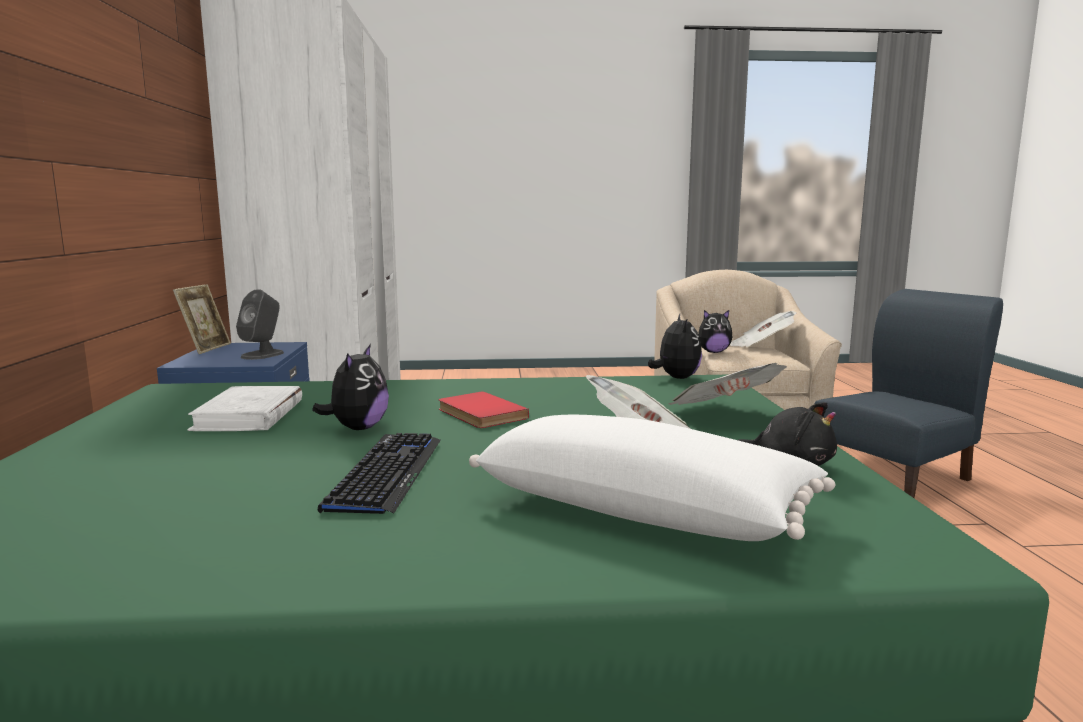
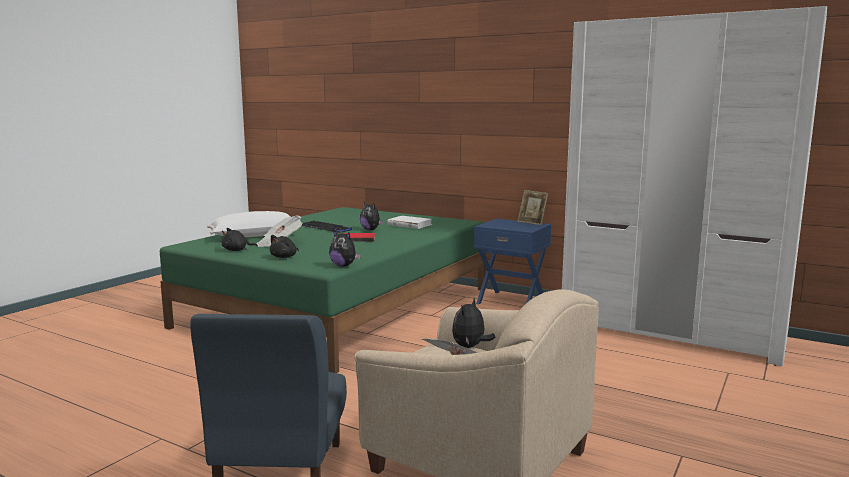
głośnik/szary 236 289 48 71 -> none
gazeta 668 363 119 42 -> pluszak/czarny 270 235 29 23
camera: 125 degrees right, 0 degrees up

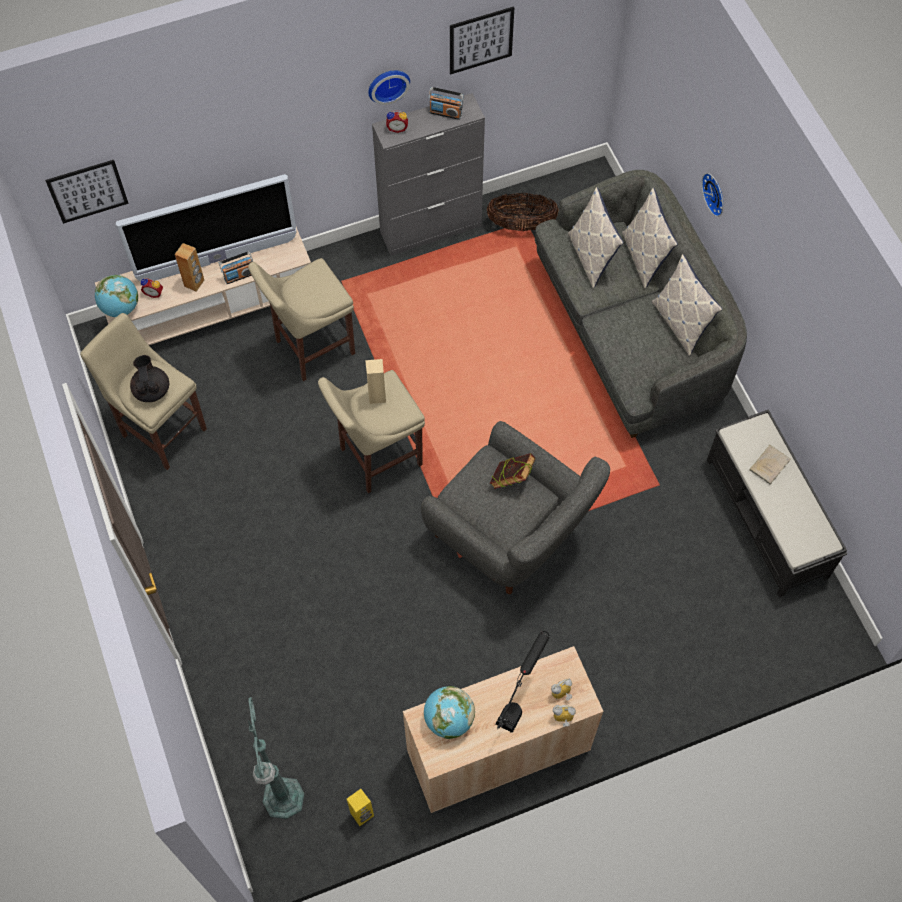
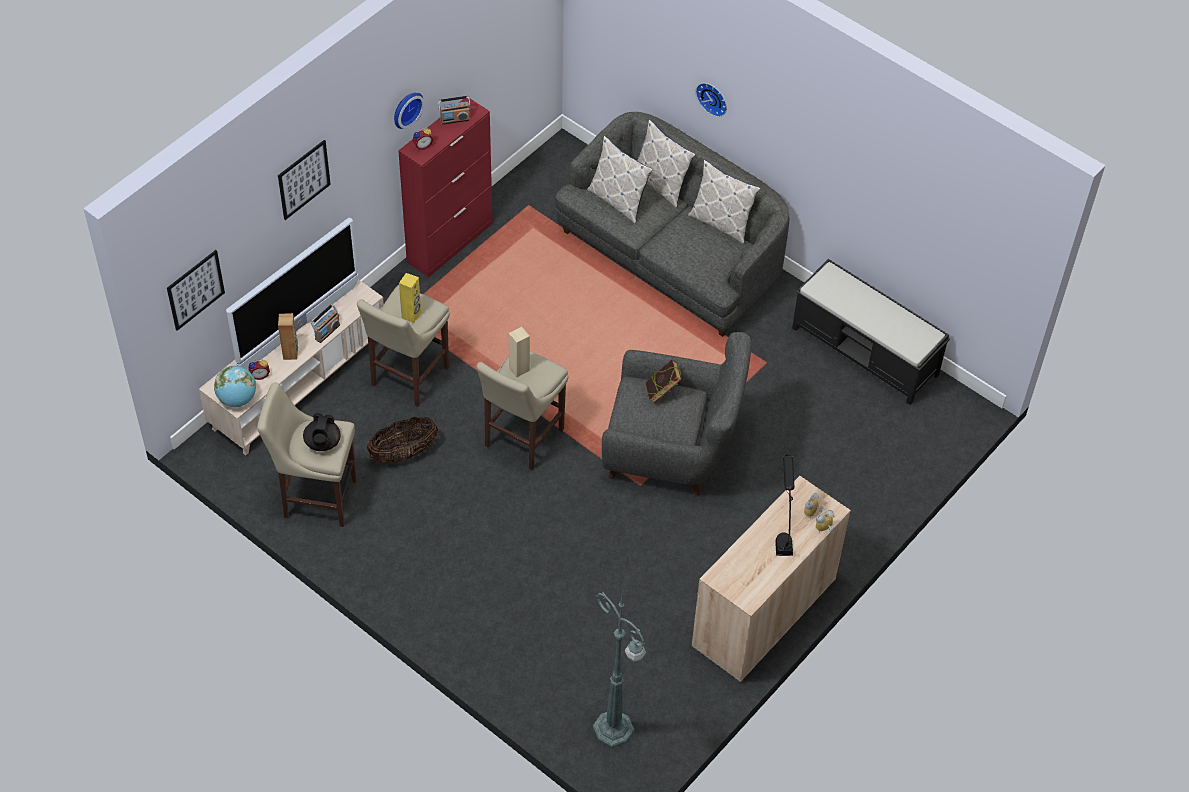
imbryk/czarny 130 355 39 47 -> imbryk/czarny 303 413 38 38, 135 degrees counterclockwise
głośnik/żółty 347 789 27 37 -> głośnik/żółty 399 273 22 50, move
szafka/szary 372 93 113 163 -> szafka/czerwony 398 98 95 180
globus 424 686 51 53 -> none
obraz 450 6 64 69 -> obraz 278 140 53 80, move
koszyk 487 193 72 38 -> koszyk 367 417 71 46, move
książka/beżowy 750 445 40 40 -> none
camera: 30 degrees left, 10 degrees down

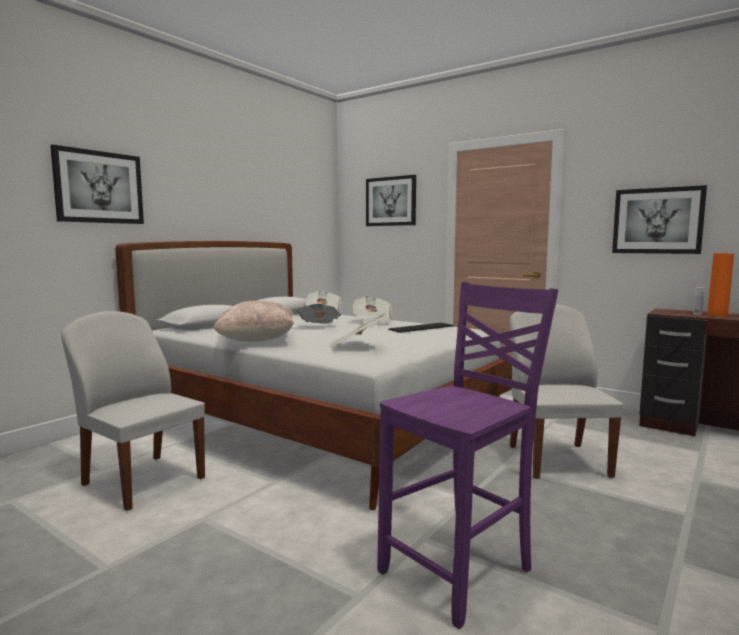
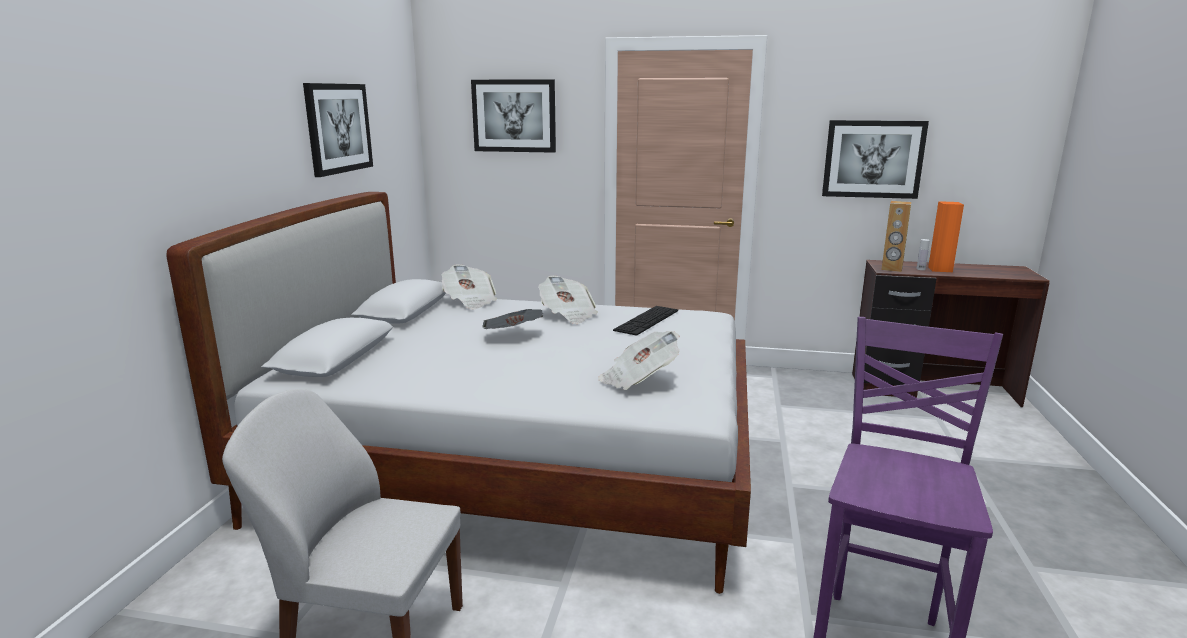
obraz 50 145 94 79 -> obraz 303 83 70 94, move
poduszka/beżowy 213 301 81 41 -> none
krzesło/biały 510 304 113 175 -> none
none -> głośnik/brązowy 881 201 30 71
camera: 25 degrees left, 10 degrees up

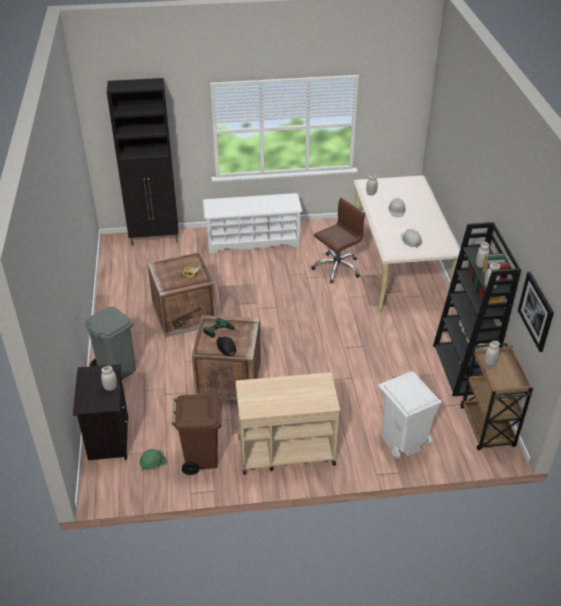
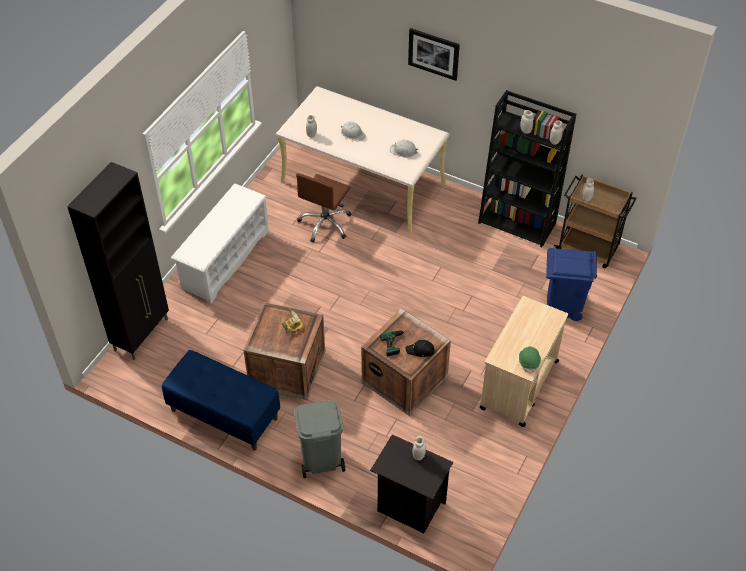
kask/zielony 139 449 28 23 -> kask/zielony 519 347 22 26, move
kosz na śmieci/brązowy 172 394 49 81 -> none
krzesło biurowe/brązowy 311 198 54 86 -> krzesło biurowe/brązowy 296 173 55 70, 150 degrees counterclockwise
kosz na śmieci/biały 378 371 64 88 -> kosz na śmieci/niebieski 546 248 51 73
obraz 518 272 36 80 -> obraz 408 28 52 53, move
none -> ławka/niebieski 162 350 118 101
camera: 55 degrees left, 10 degrees up

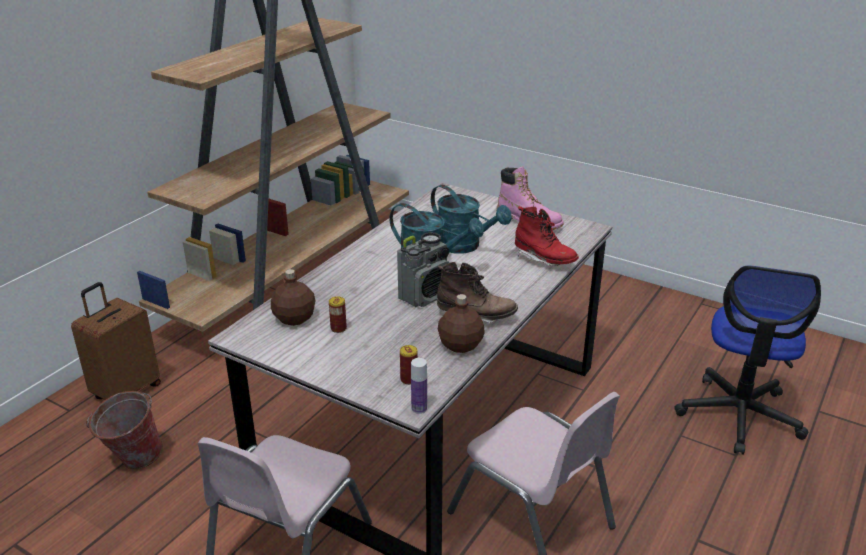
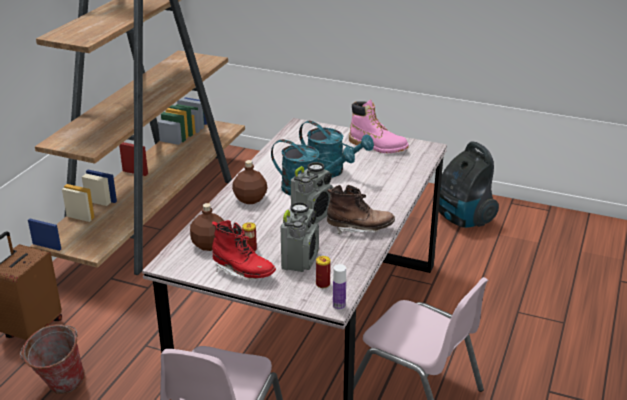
butelka/brązowy 438 294 47 59 -> butelka/brązowy 232 160 36 44, move
but z cholewką/czerwony 515 206 64 60 -> but z cholewką/czerwony 212 220 64 60, move
krzesło biurowe 674 265 147 190 -> none
none -> radio 281 202 38 70
none -> odkurzacz 439 141 60 87
camera: 10 degrees left, 0 degrees up

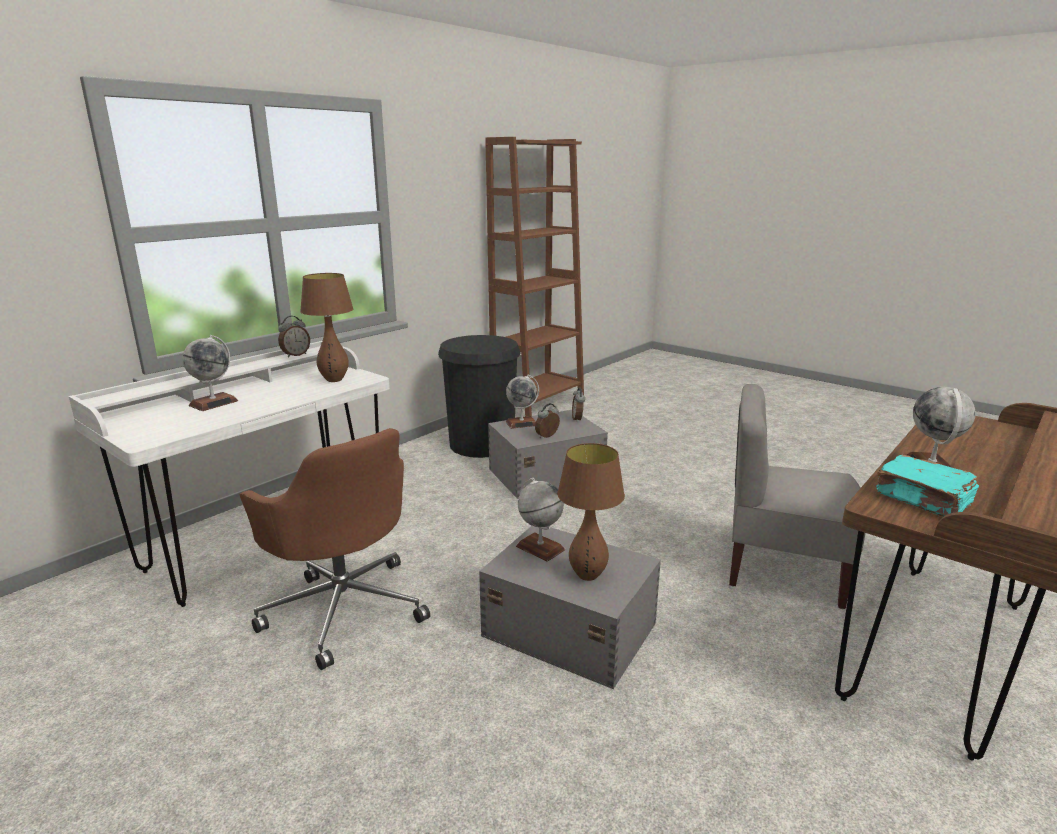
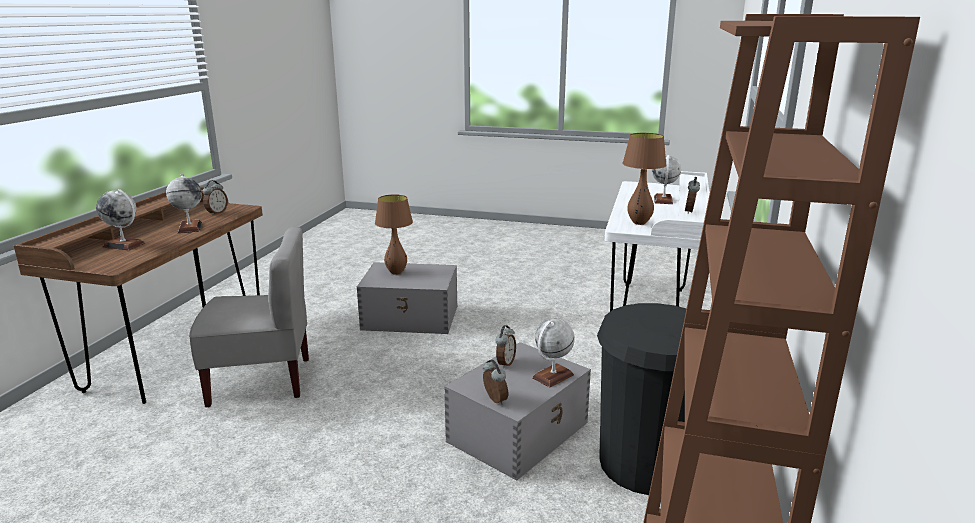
krzesło biurowe/brązowy 240 428 190 242 -> none
globus 516 478 49 83 -> globus 96 189 49 61, move
książka/turkusowy 876 455 103 62 -> budzik 203 180 25 35
camera: 155 degrees right, 0 degrees up

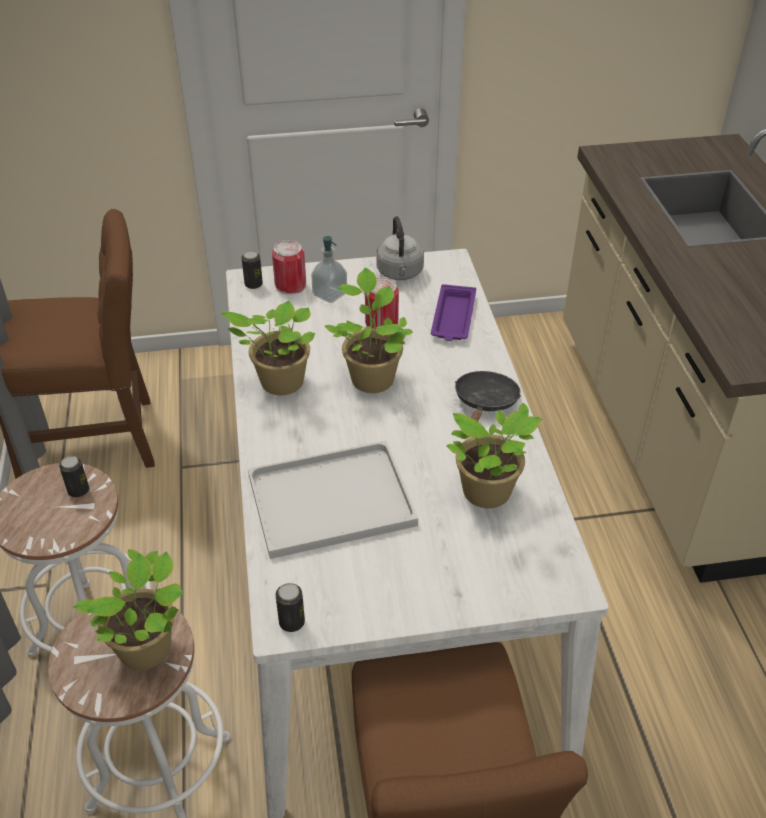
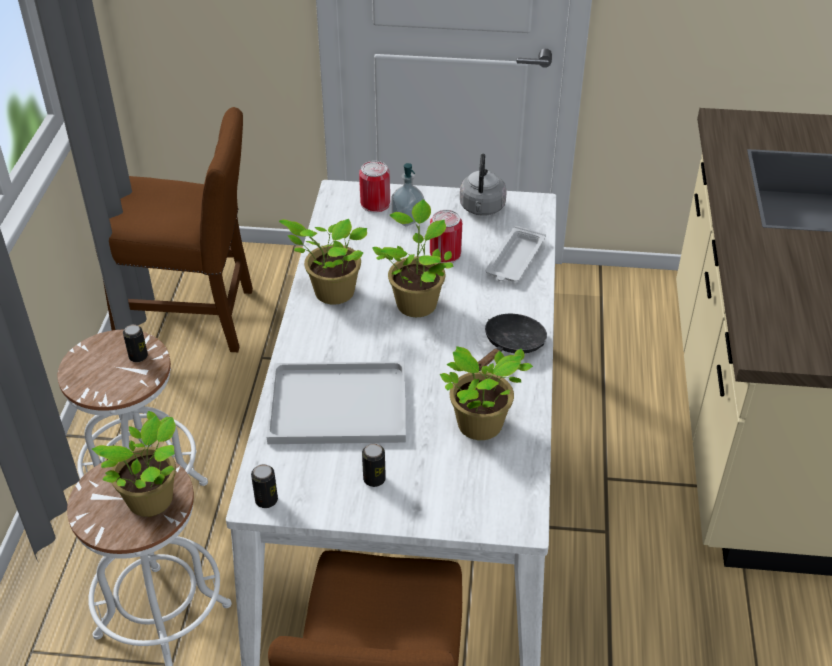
puszka 241 251 22 38 -> puszka 362 443 24 44, move
taca/fioletowy 431 284 45 57 -> taca/biały 486 226 60 56
camera: 15 degrees right, 0 degrees up

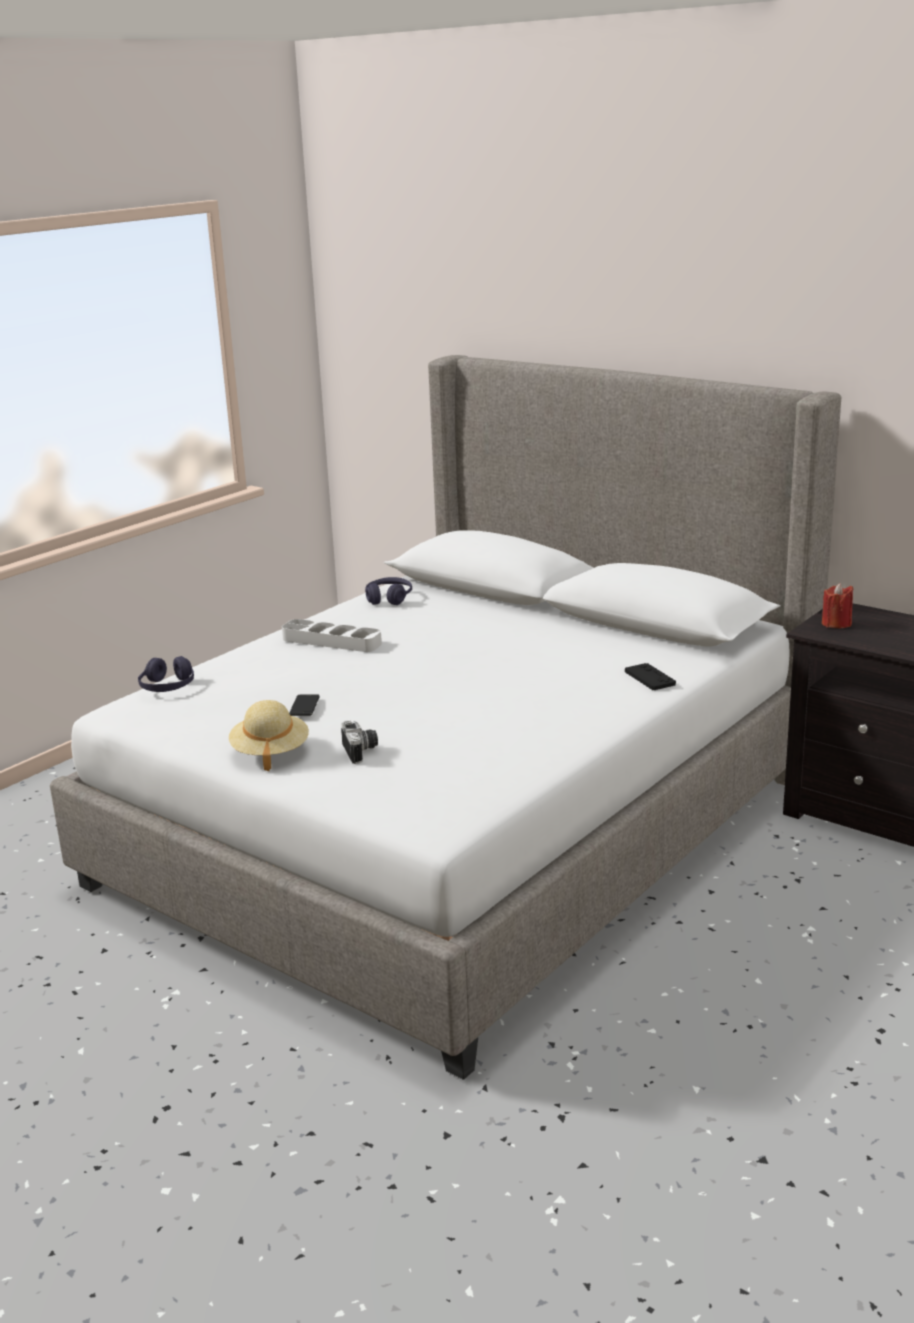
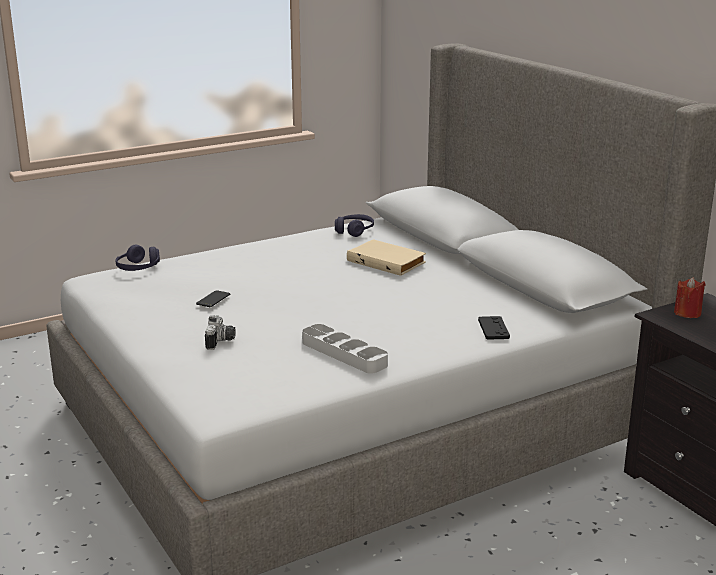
kapelusz/beżowy 229 700 80 71 -> none
taca/szary 282 619 100 33 -> taca/szary 302 324 86 50, move
none -> książka/beżowy 347 239 79 37
camera: 20 degrees right, 0 degrees up

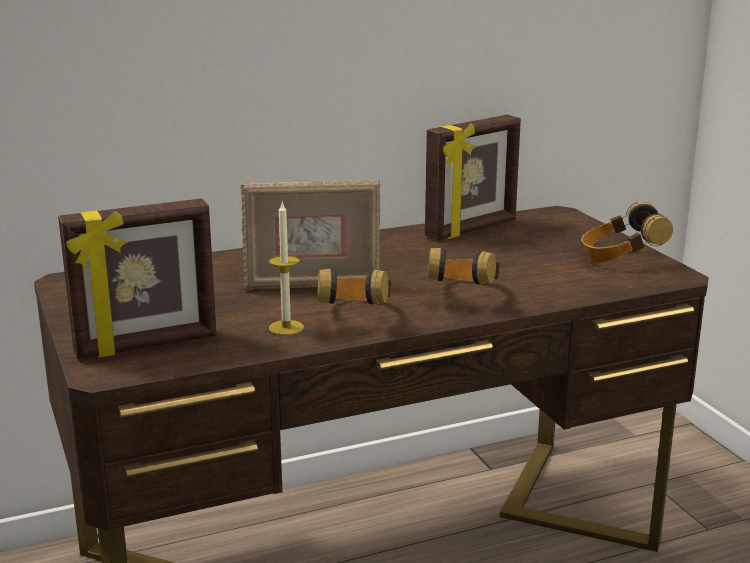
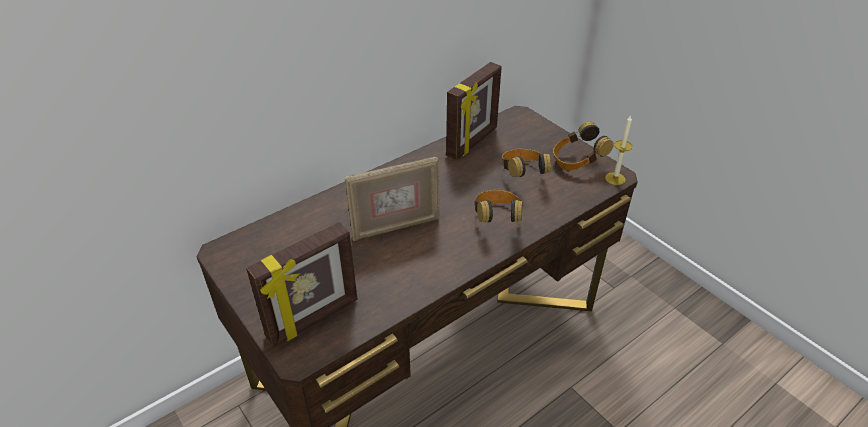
świeca 269 202 35 133 -> świeca 605 115 27 70, move
słuchawki 318 268 74 37 -> słuchawki 502 149 49 28, move
camera: 15 degrees left, 20 degrees up

